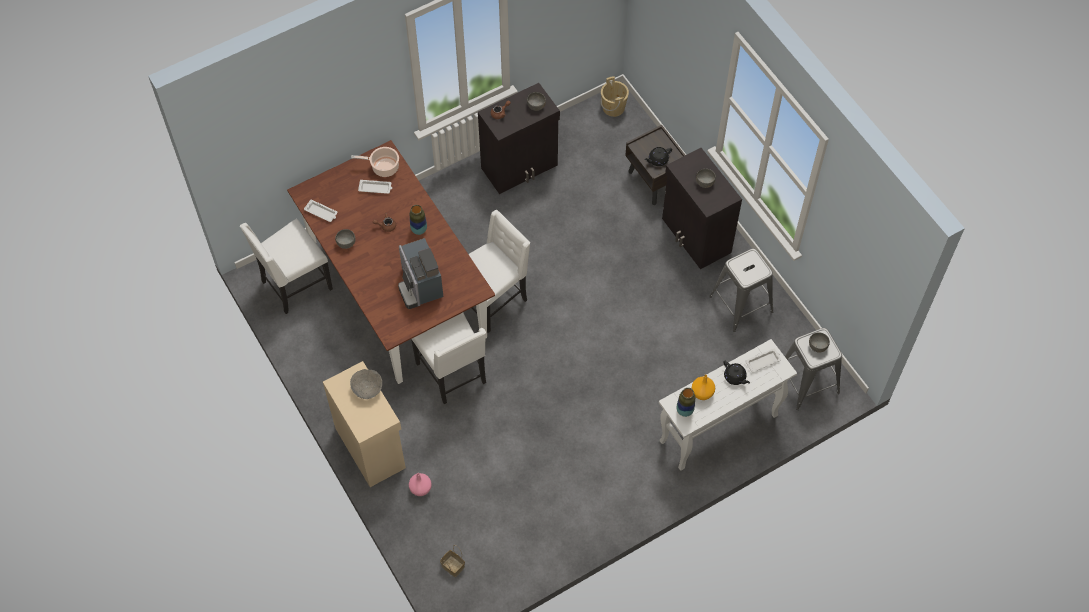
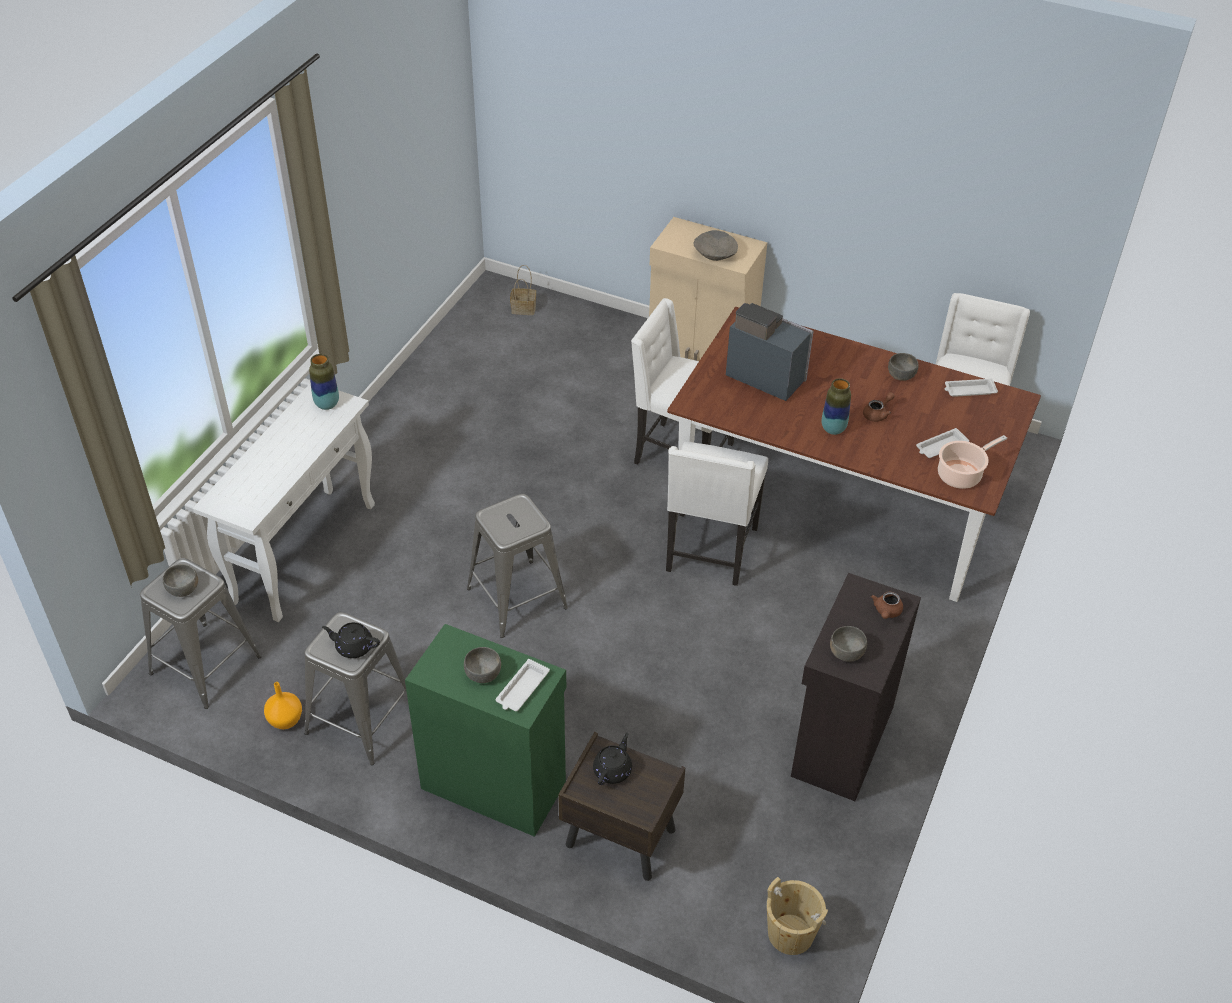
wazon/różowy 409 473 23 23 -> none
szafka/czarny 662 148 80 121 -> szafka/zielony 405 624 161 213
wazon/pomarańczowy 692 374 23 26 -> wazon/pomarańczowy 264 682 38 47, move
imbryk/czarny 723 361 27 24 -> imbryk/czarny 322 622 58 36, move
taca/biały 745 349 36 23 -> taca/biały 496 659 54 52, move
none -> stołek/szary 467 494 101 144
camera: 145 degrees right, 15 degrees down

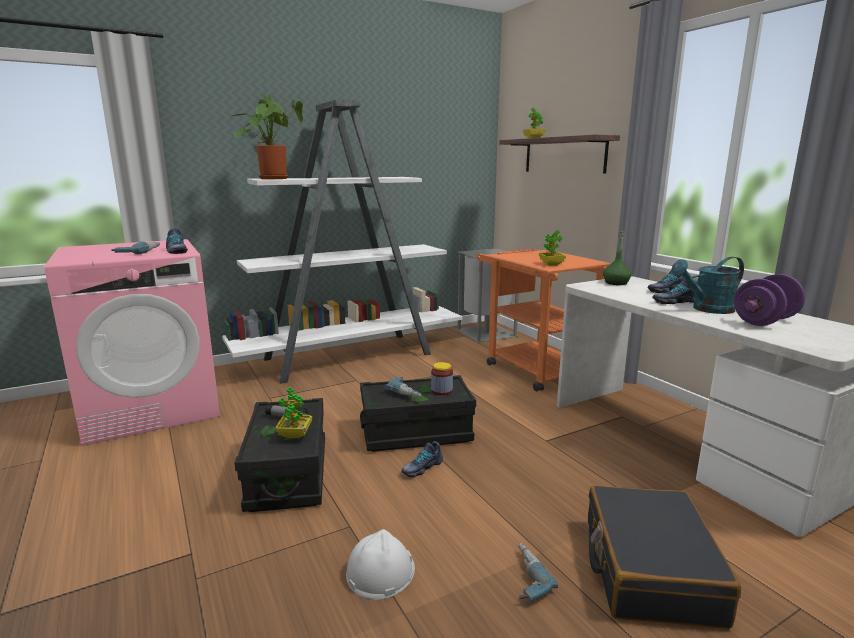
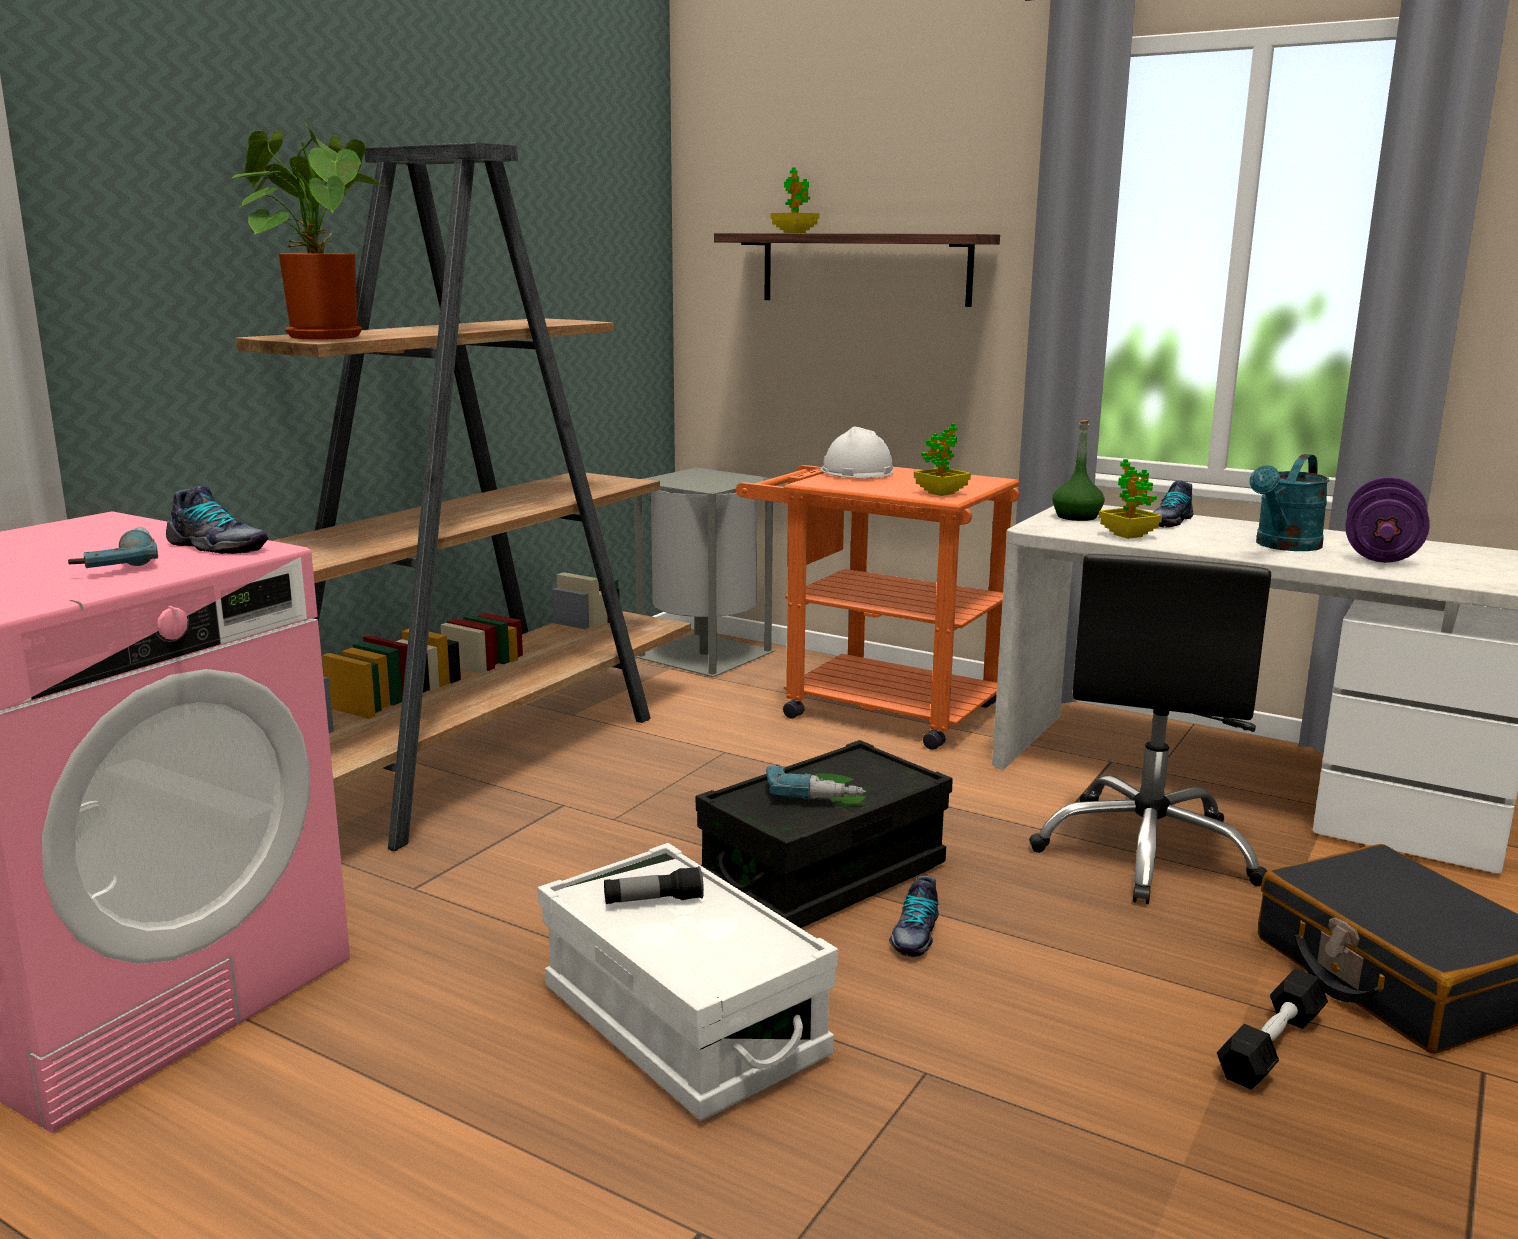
regał/biały 222 99 240 285 -> regał/brązowy 235 142 456 709
pojemnik do przechowywania/czarny 235 398 90 114 -> pojemnik do przechowywania/biały 538 843 300 278
roślina doniczkowa 275 387 37 51 -> roślina doniczkowa 1098 459 64 80, move
kask/biały 346 529 69 71 -> kask/biały 820 426 74 52, move
słoik 431 362 22 33 -> none
wiertarka 519 543 39 59 -> hantel/czarny 1217 969 111 121
but 652 278 45 26 -> none
none -> krzesło biurowe/czarny 1029 554 242 350
camera: 30 degrees left, 0 degrees up

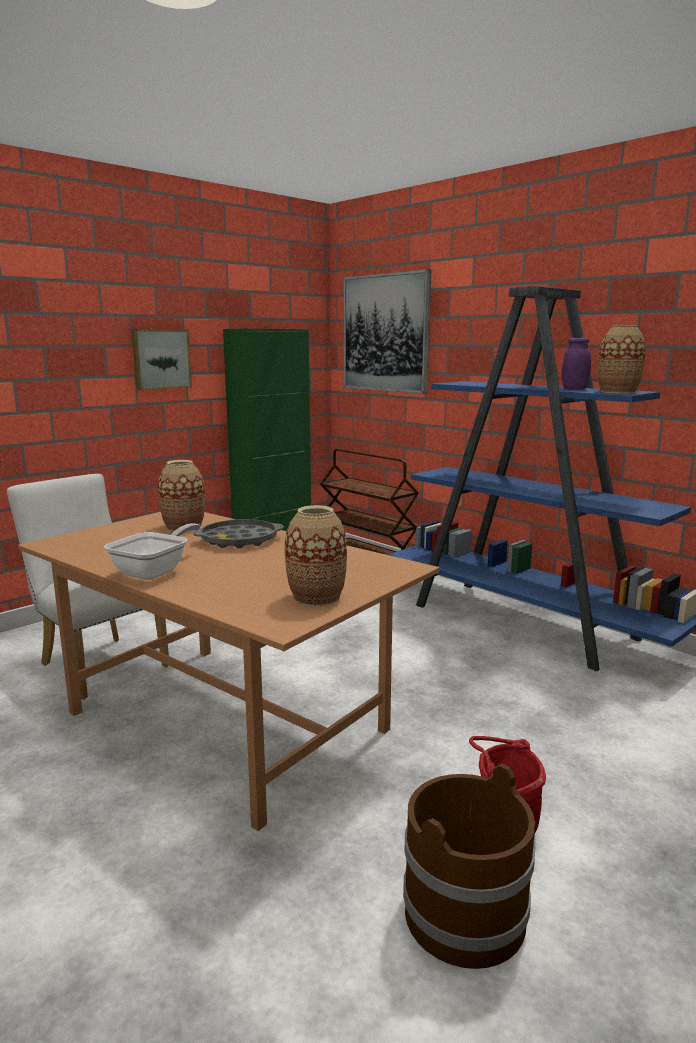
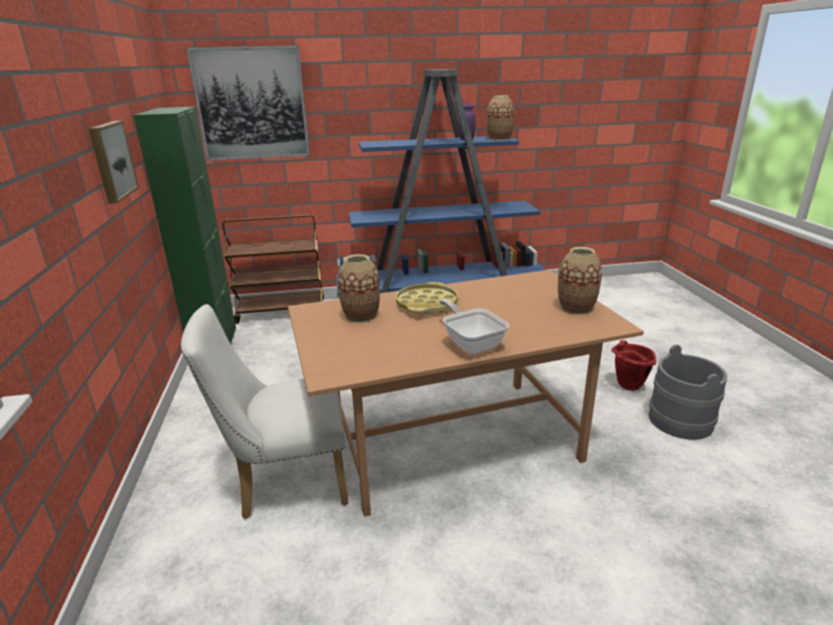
taca/szary 193 519 91 29 -> taca/żółty 396 282 62 32
wiadro/brązowy 403 763 132 206 -> wiadro/szary 649 344 78 96
camera: 55 degrees left, 10 degrees up

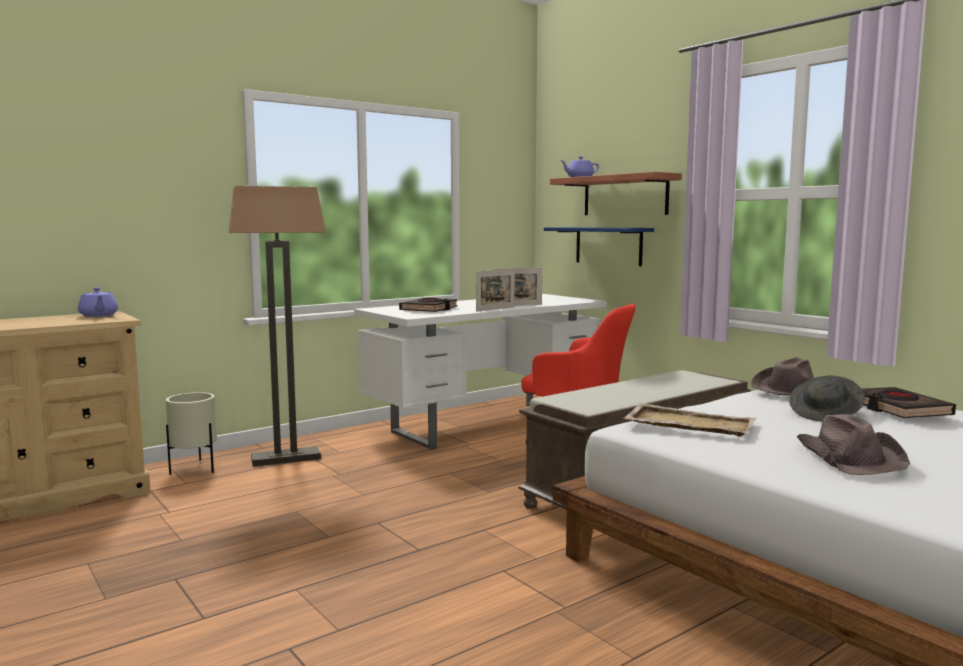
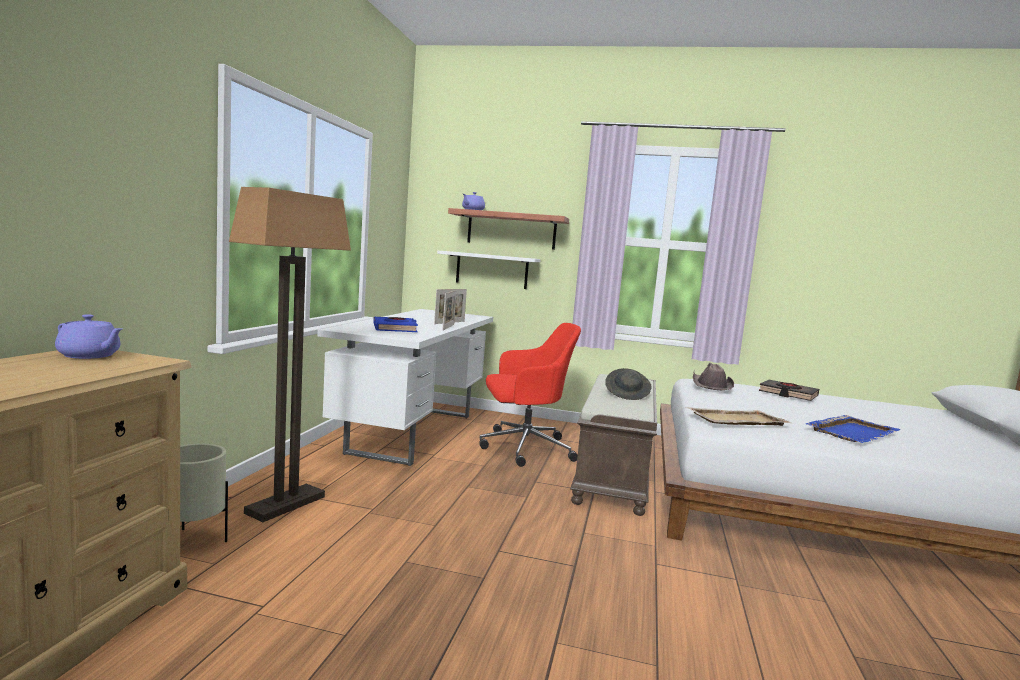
książka/czarny 399 298 59 14 -> książka/niebieski 373 317 45 15
półka/niebieski 544 227 110 39 -> półka/biały 437 251 104 38
kapelusz/szary 789 376 76 46 -> kapelusz/szary 605 368 47 32, move
kapelusz/brązowy 796 414 114 61 -> taca/niebieski 806 415 94 28
camera: 40 degrees left, 0 degrees up

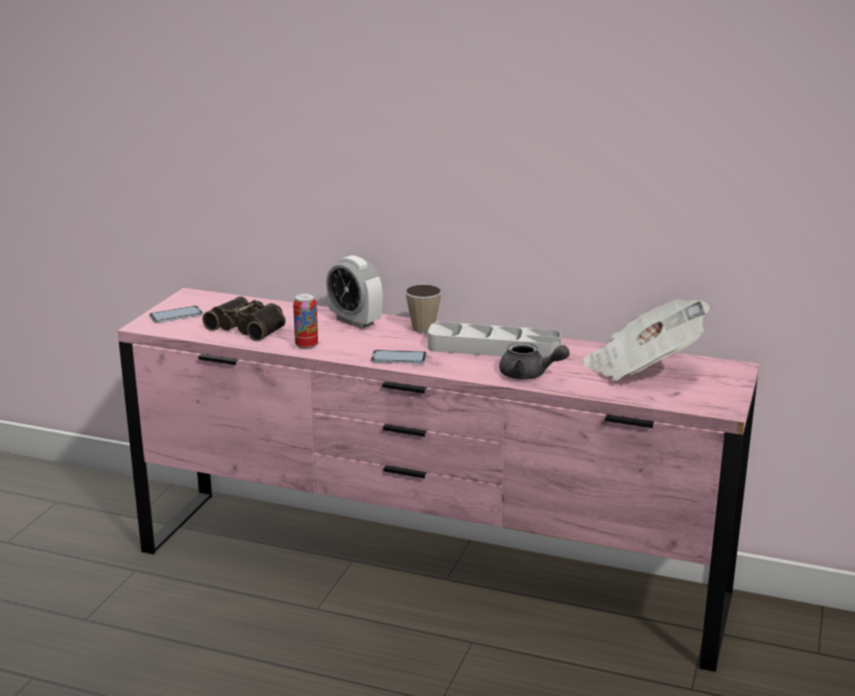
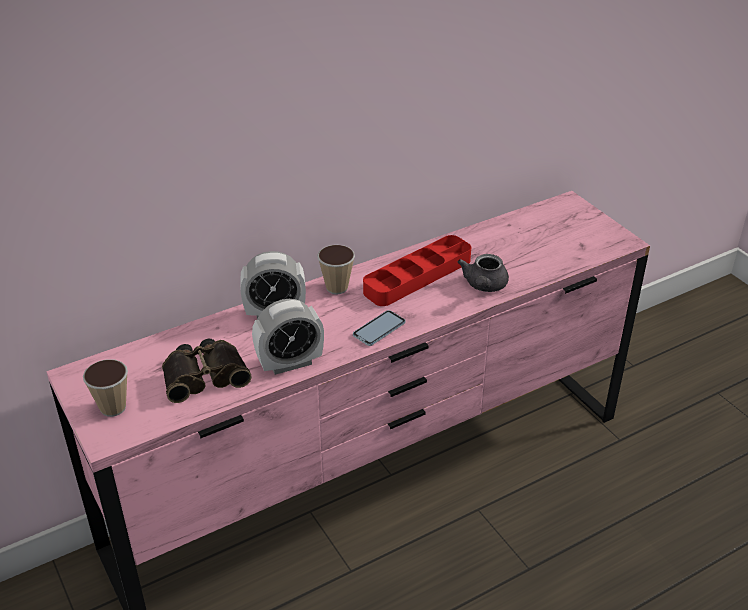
telefon 149 306 54 17 -> filiżanka 83 359 45 58
puszka 293 293 25 56 -> budzik 252 299 72 76
taca/szary 428 322 133 36 -> taca/czerwony 363 235 108 71
imbryk/szary 499 342 71 37 -> imbryk/szary 457 254 52 38, 135 degrees clockwise
gazeta 582 299 129 82 -> none
camera: 50 degrees left, 15 degrees up

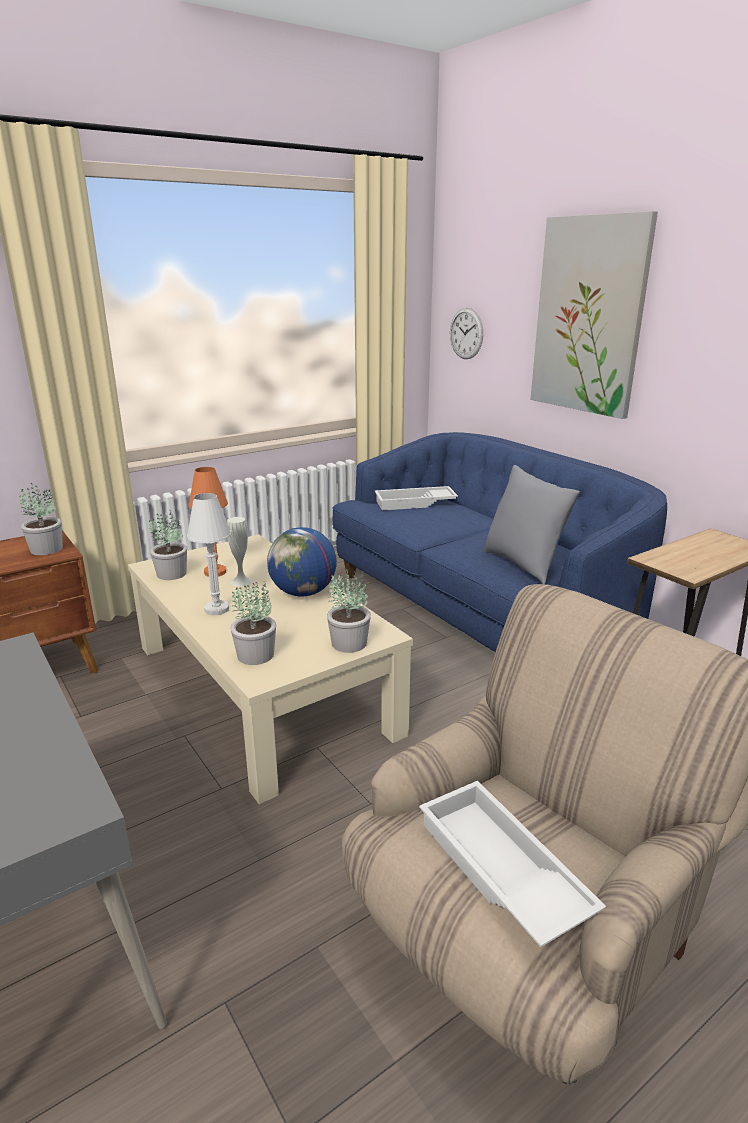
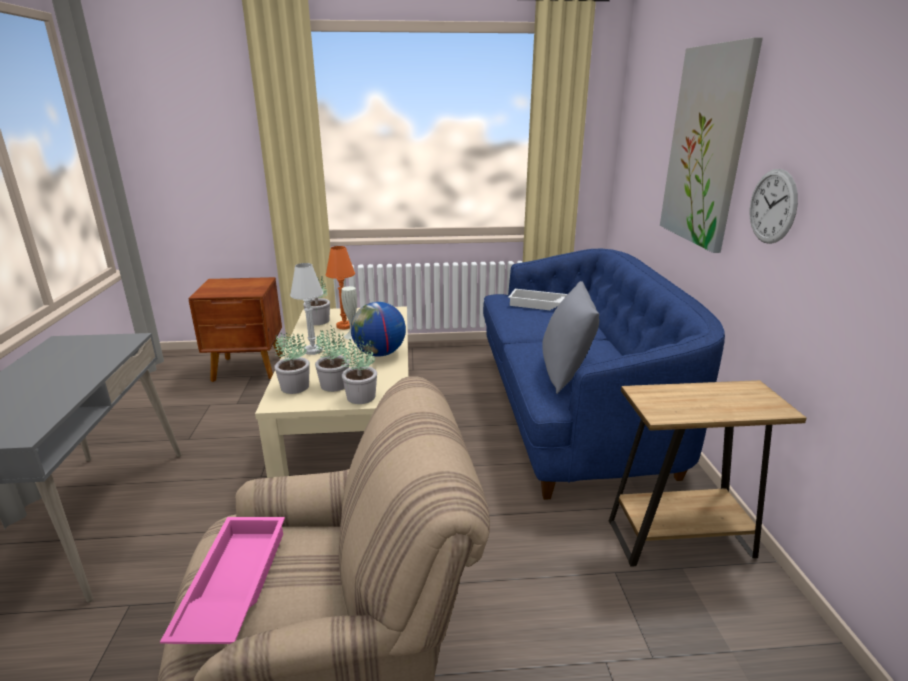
roślina doniczkowa 19 483 44 72 -> roślina doniczkowa 315 325 34 67, move
taca/biały 419 781 187 166 -> taca/różowy 160 517 125 127
zegar ścienny 450 308 33 51 -> zegar ścienny 750 169 48 75, move
camera: 30 degrees right, 0 degrees up

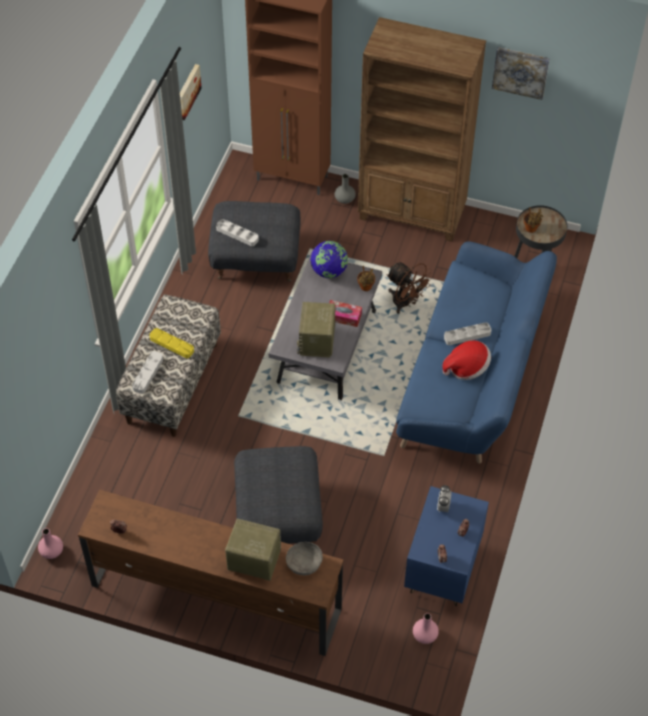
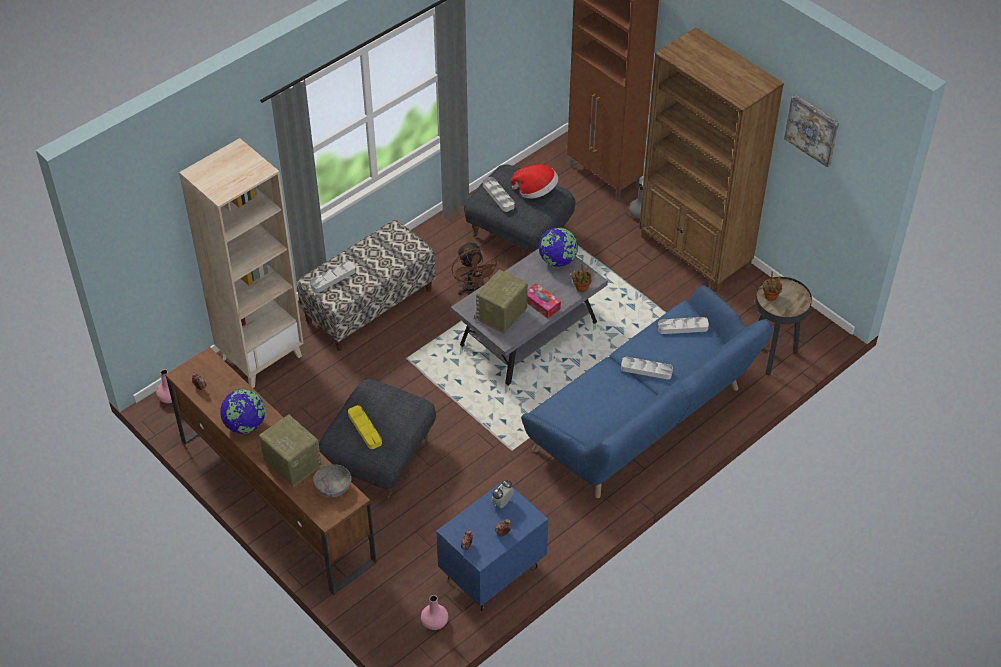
taca/żółty 149 328 45 30 -> taca/żółty 348 405 34 44, move
obraz 180 64 22 56 -> none
wentylator/brązowy 386 262 48 52 -> wentylator/brązowy 452 241 47 54, move
kapelusz 442 340 49 40 -> kapelusz 511 164 47 35, move
none -> regał/beżowy 179 138 125 250
none -> globus 220 389 45 45
none -> taca/szary 658 317 51 17
camera: 30 degrees right, 5 degrees down

